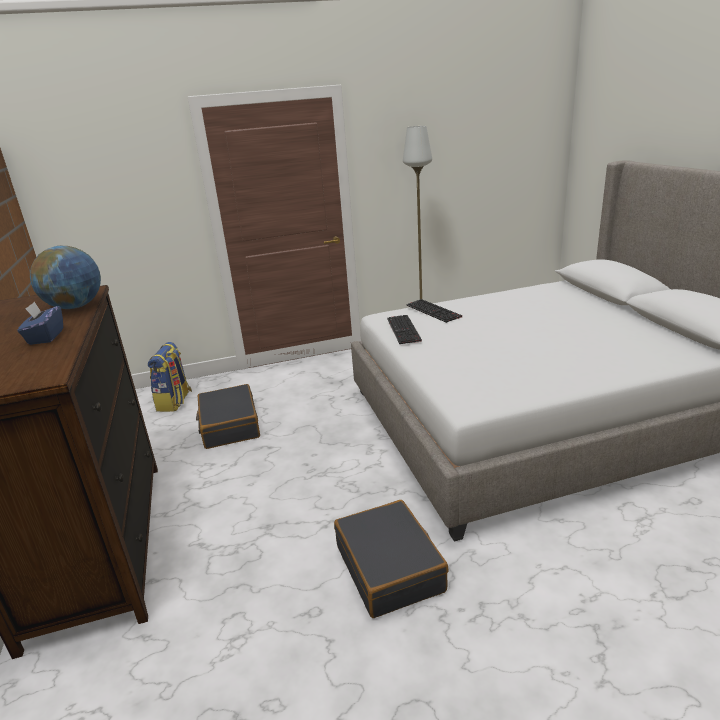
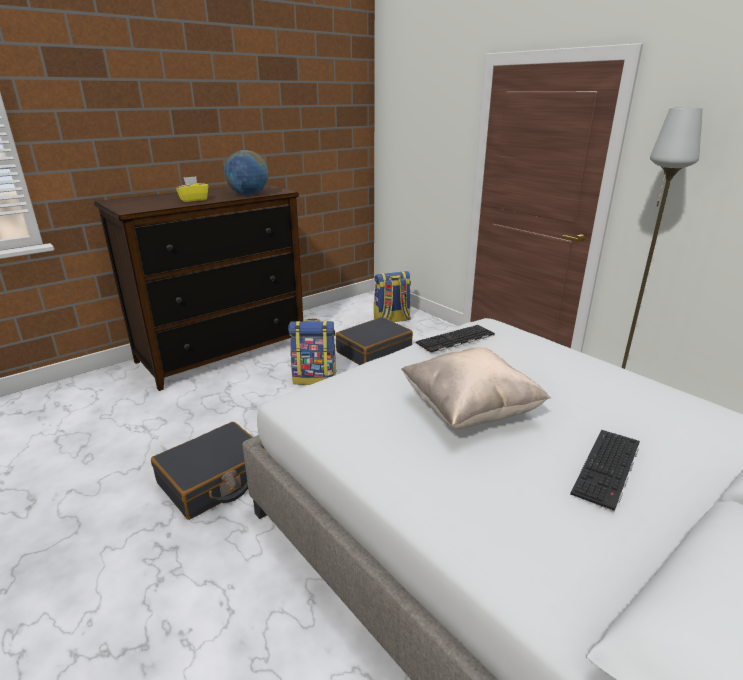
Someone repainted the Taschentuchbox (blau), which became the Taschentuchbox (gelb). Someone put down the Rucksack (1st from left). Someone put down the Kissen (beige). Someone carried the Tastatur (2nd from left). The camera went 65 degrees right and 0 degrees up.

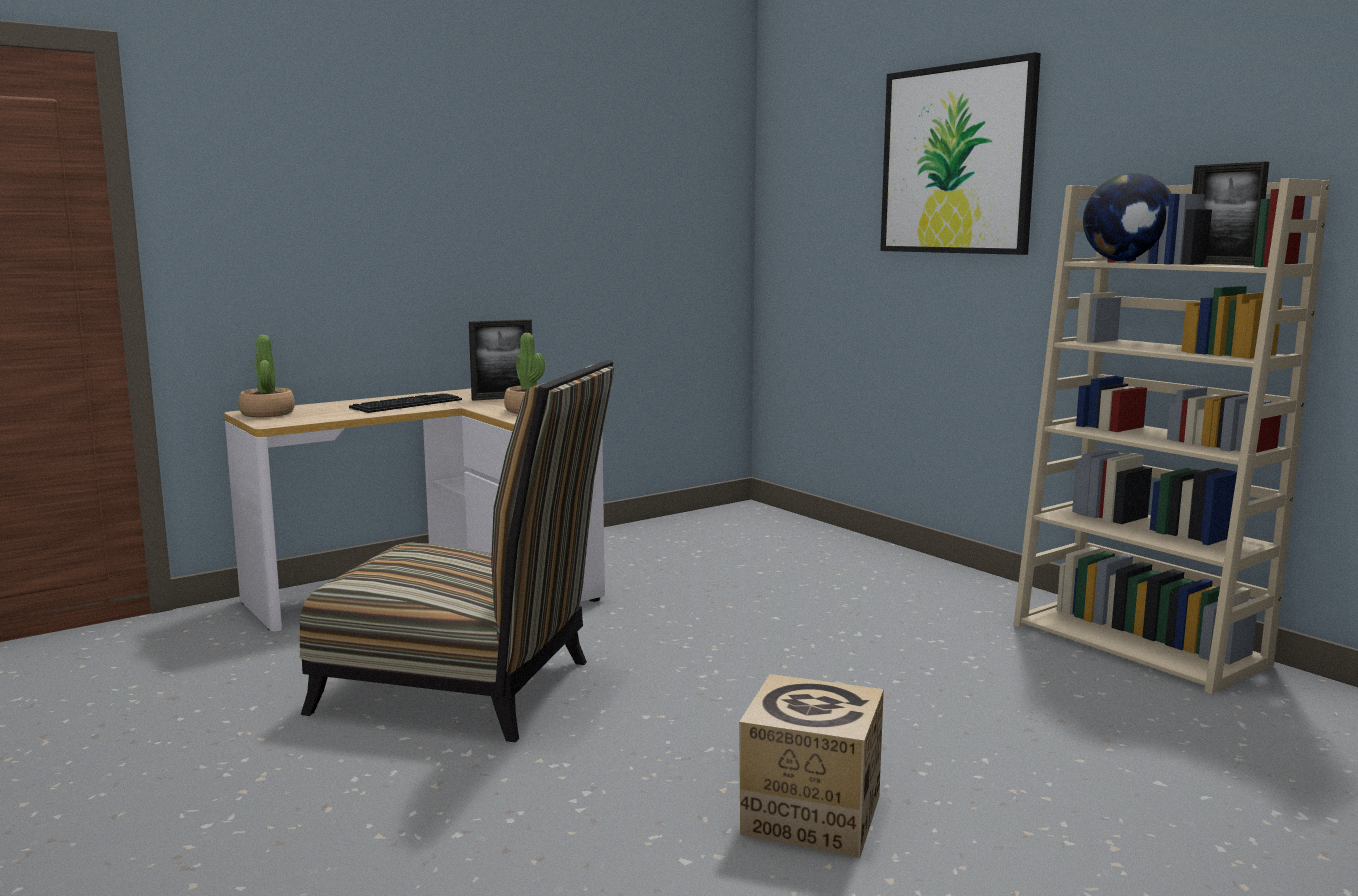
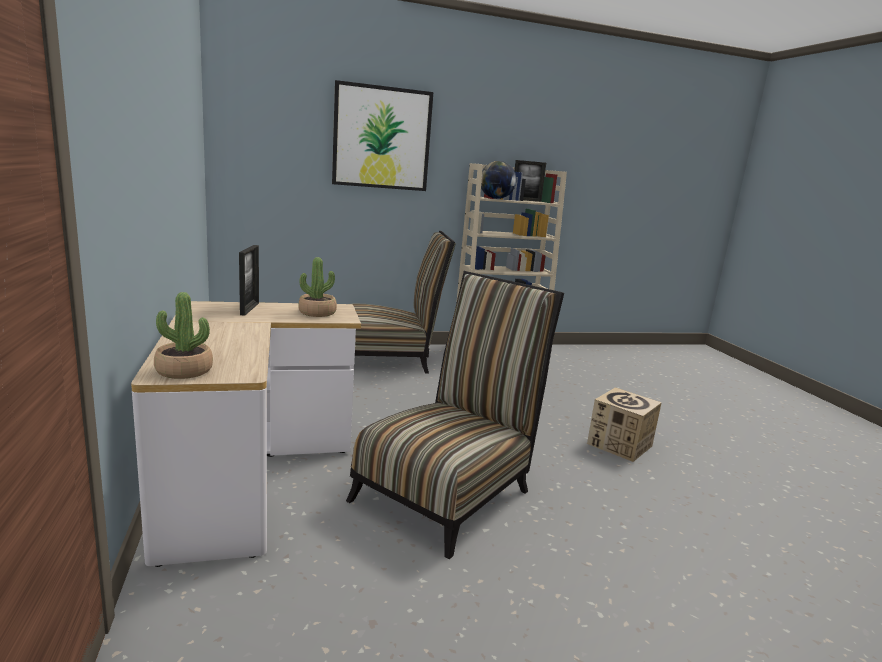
Someone put down the Stuhl (1st from left). Someone took away the Tastatur. The camera went 70 degrees left and 5 degrees up.

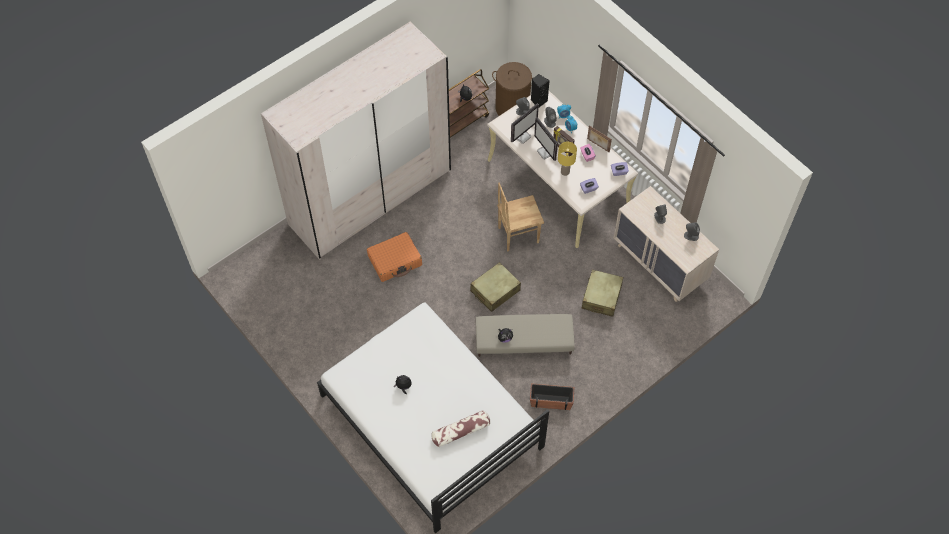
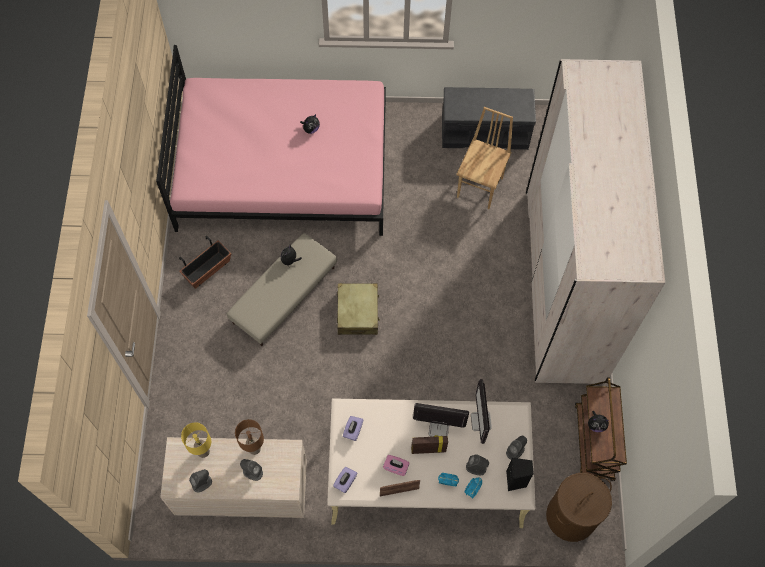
Someone repainted the Bett (weiß), which became the Bett (rosa). Someone carried the Tischlampe (gelb). Someone put down the Tischlampe (braun). Someone put down the Bank (grau). Someone carried the Stuhl (braun). Someone took away the Koffer (orange). Someone took away the Kissen. Someone took away the Koffer (beige) (2nd from left). The camera went 130 degrees right and 5 degrees up.

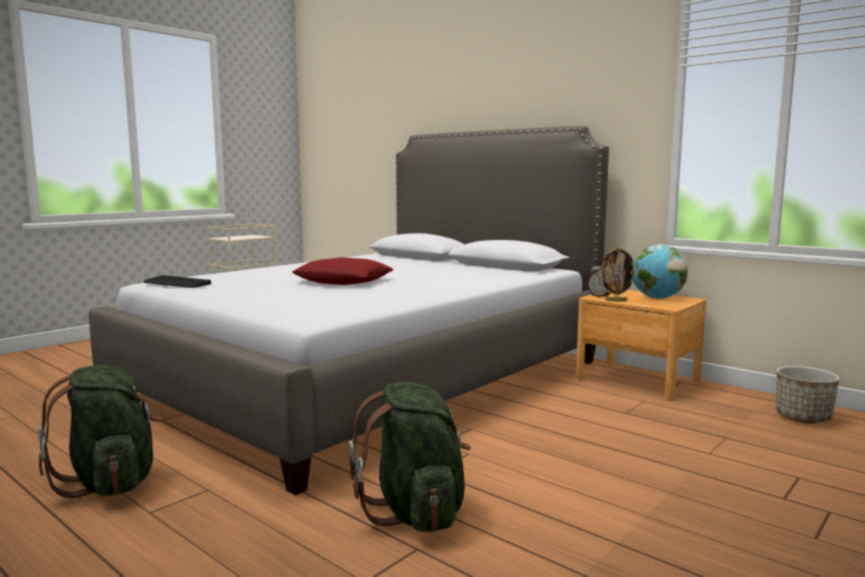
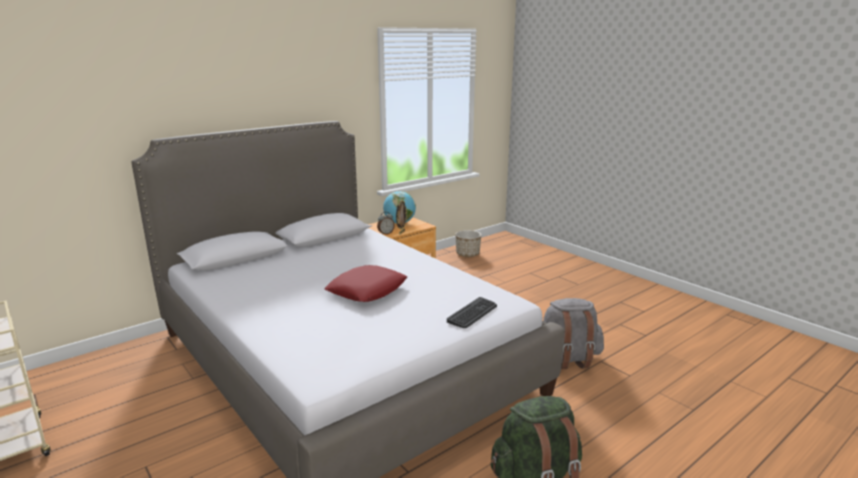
Someone carried the Tastatur. Someone repainted the Rucksack (grün) (2nd from left), which became the Rucksack (grau). The camera went 80 degrees left and 10 degrees up.

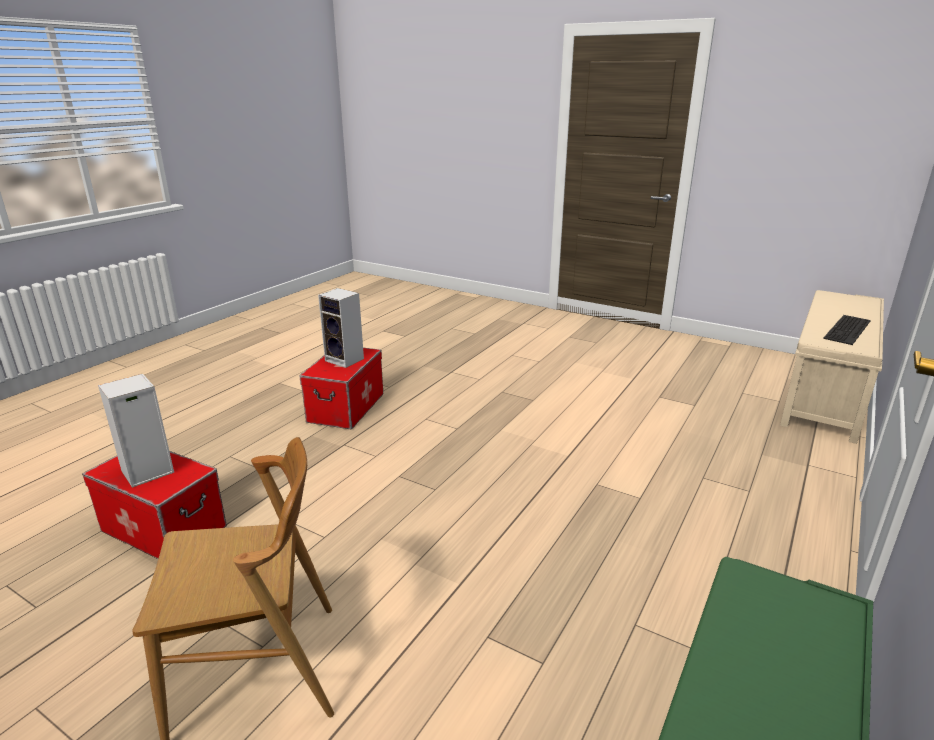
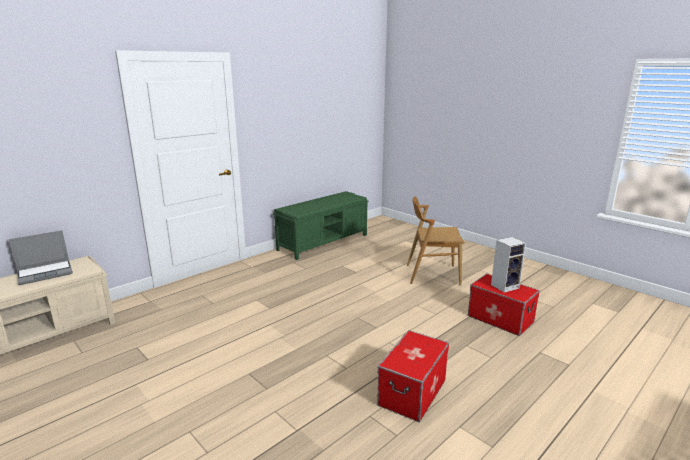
Someone swapped the Tastatur for the Laptop. Someone took away the Lautsprecher (2nd from left). The camera went 165 degrees left and 5 degrees down.

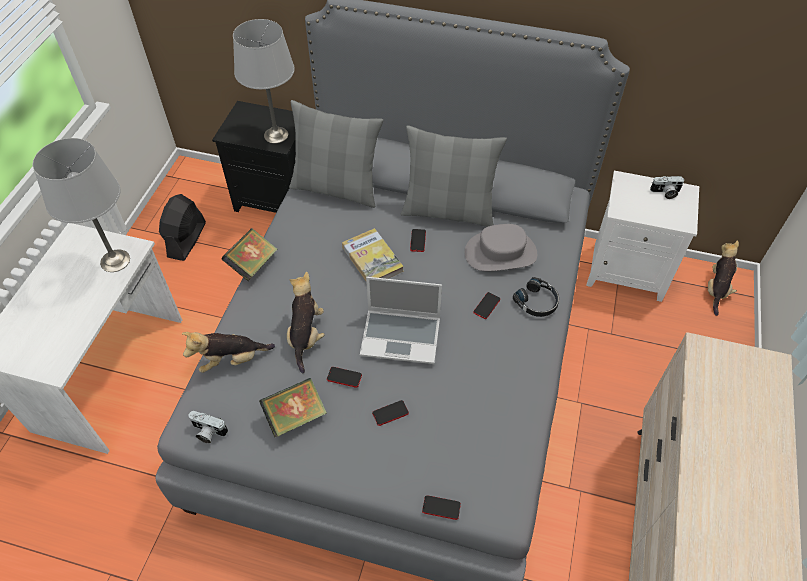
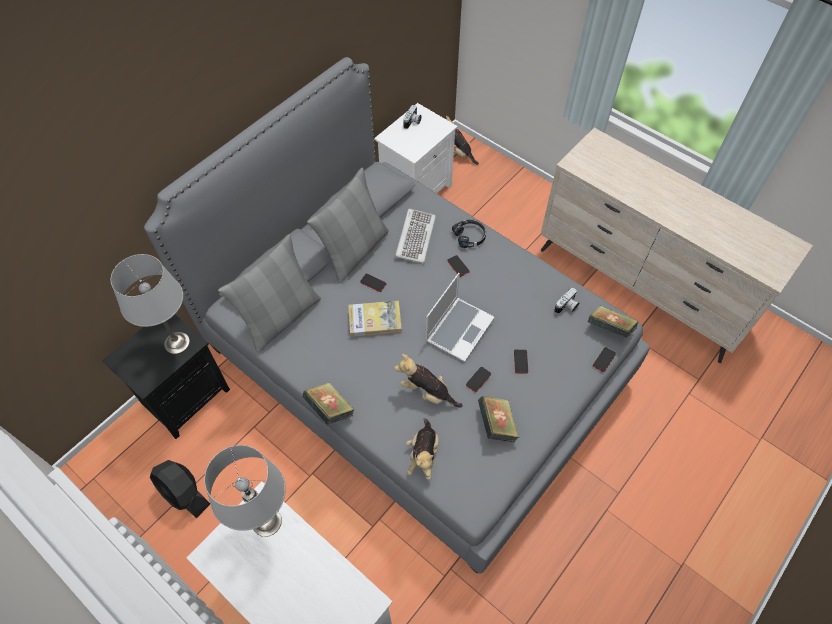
Someone swapped the Hut (grau) for the Tastatur. Someone carried the Kamera (1st from left in the first image). Someone put down the Buch (4th from left). The camera went 65 degrees left and 5 degrees up.

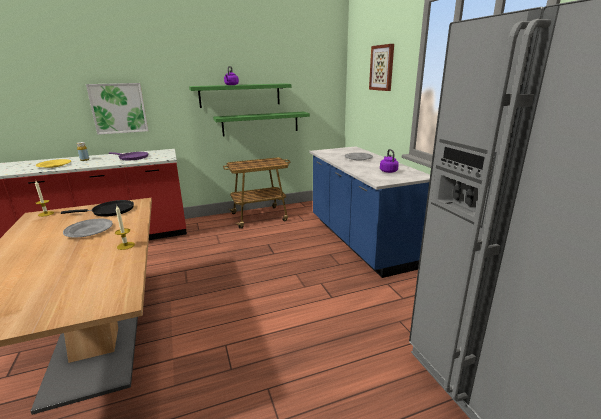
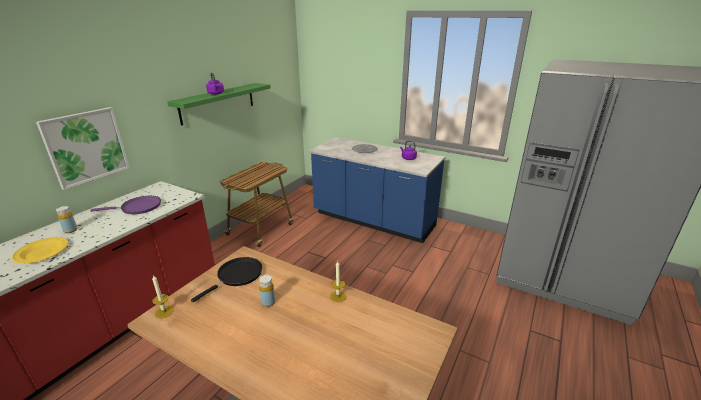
Someone swapped the Teller (grau) (1st from left) for the Flasche (gelb) (2nd from left). Someone took away the Wandregal (grün) (2nd from left). Someone took away the Bild (2nd from left). The camera went 40 degrees left and 5 degrees up.

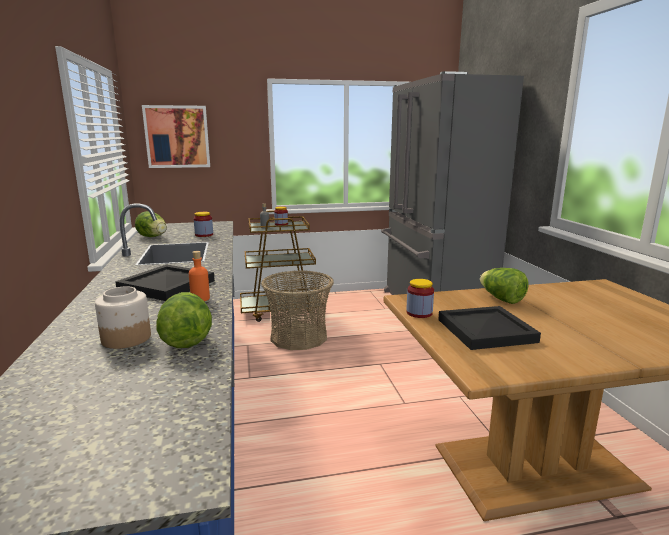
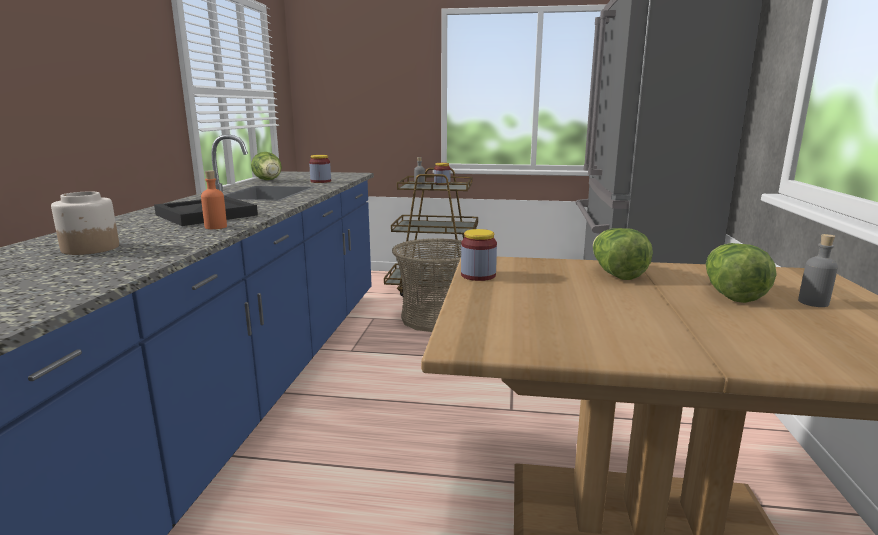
Someone carried the Salatkopf (2nd from left in the first image). Someone put down the Flasche (grau) (2nd from left). Someone took away the Bild. Someone took away the Tablett (schwarz) (2nd from left). The camera went 20 degrees right and 0 degrees up.

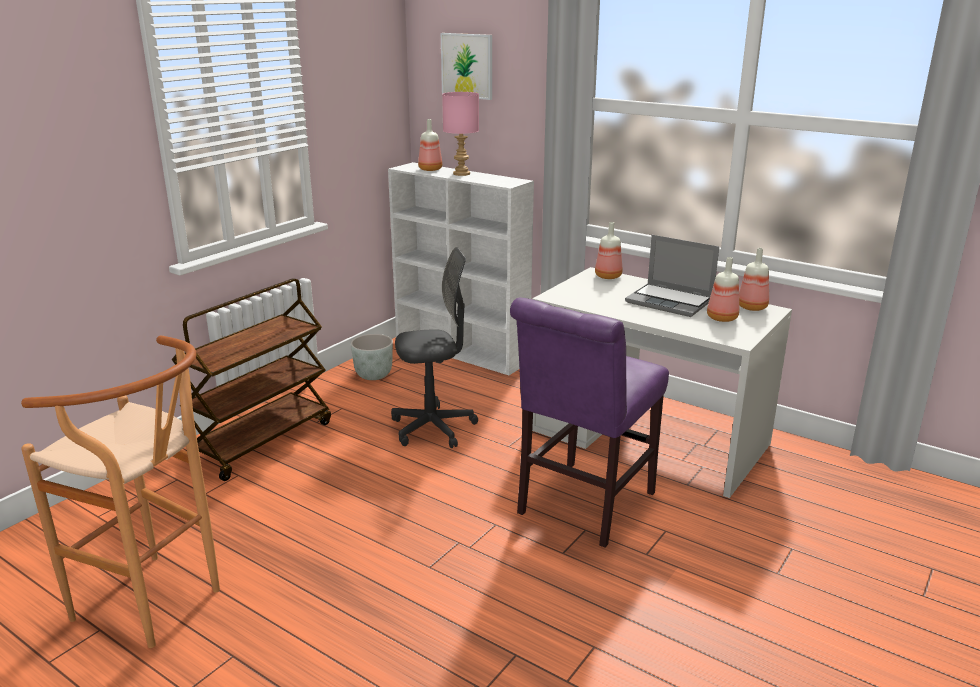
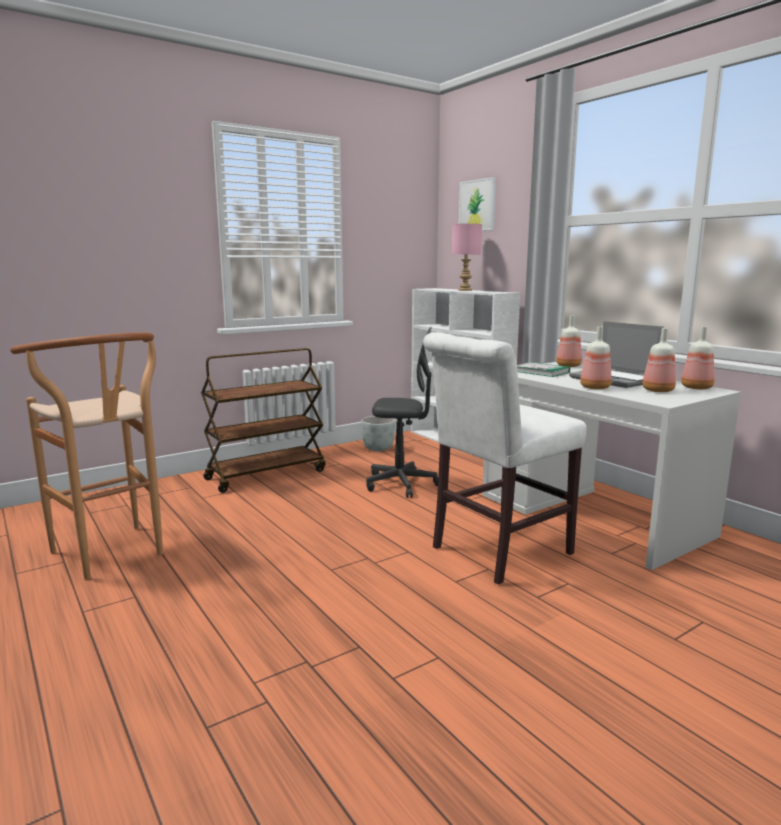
Someone repainted the Stuhl (lila), which became the Stuhl (weiß). Someone put down the Buch. Someone carried the Flasche (1st from left in the first image). The camera went 20 degrees right and 10 degrees down.

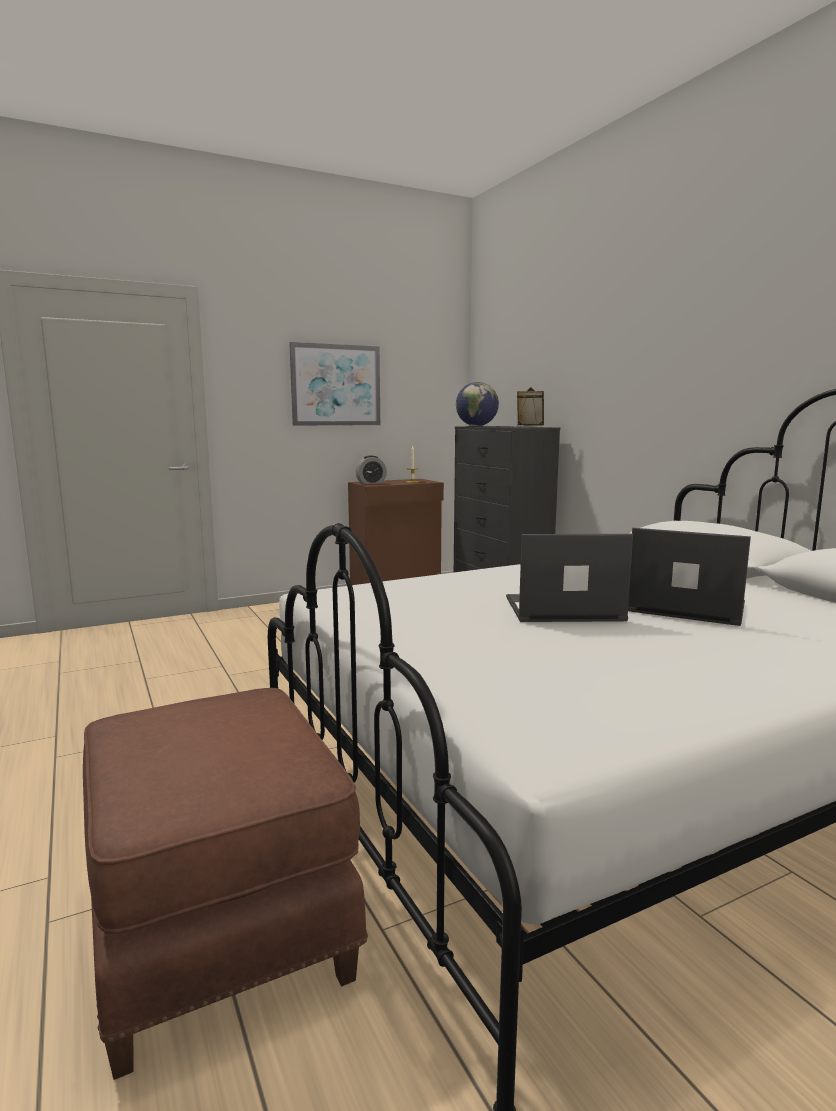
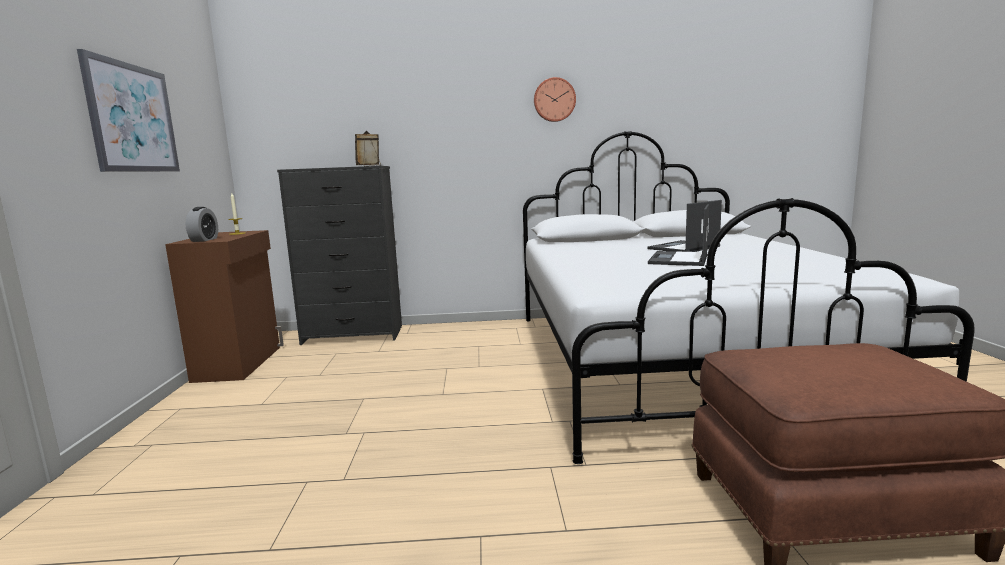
Someone put up the Wanduhr. Someone took away the Globus. The camera went 65 degrees left and 0 degrees up.

